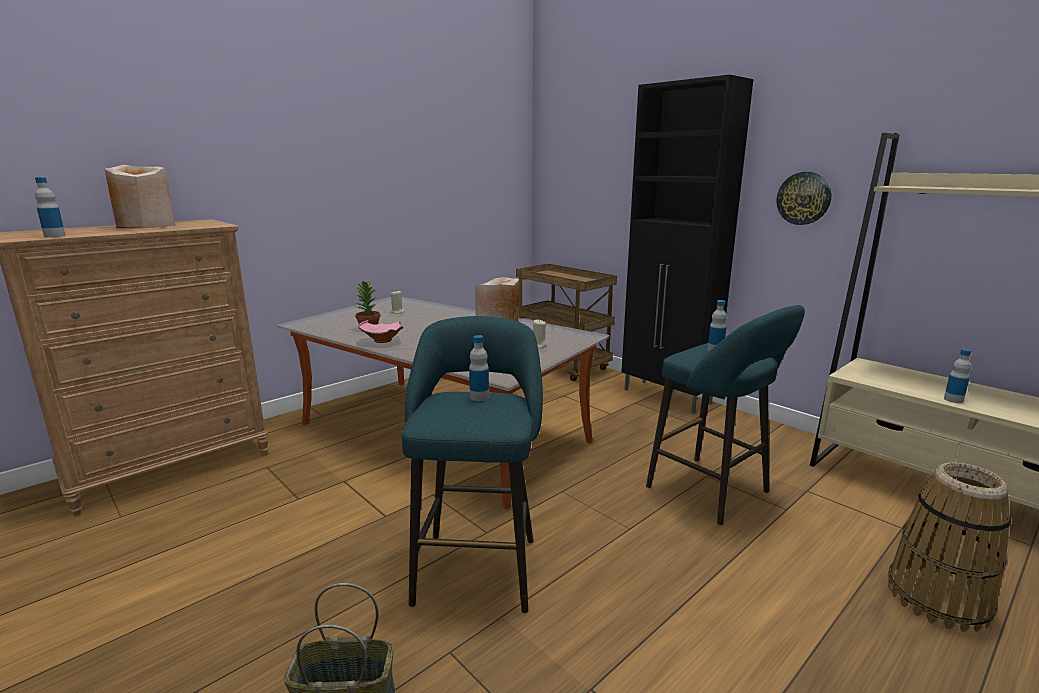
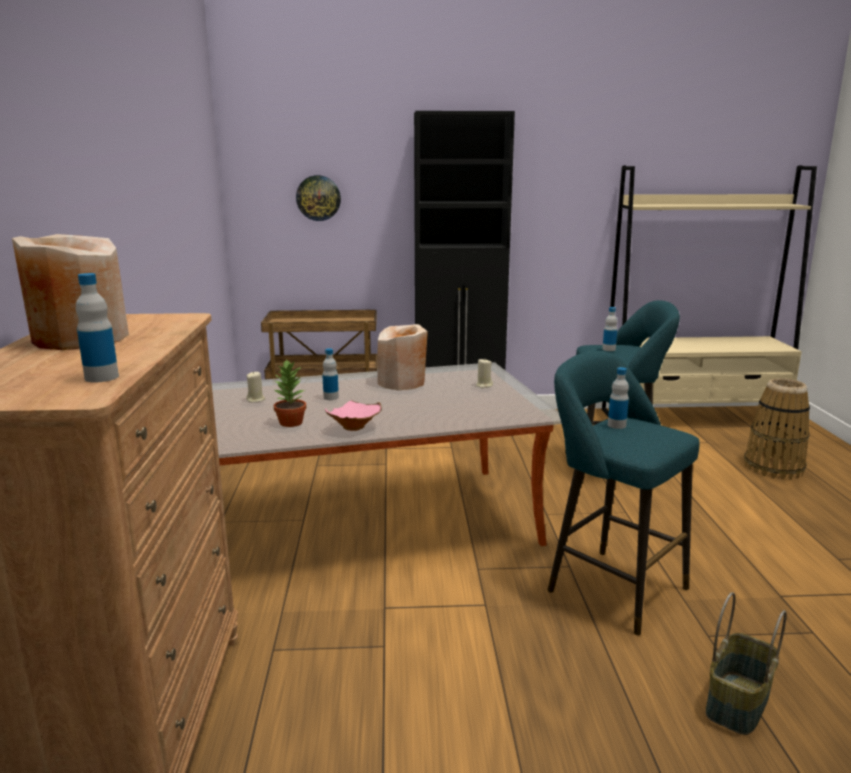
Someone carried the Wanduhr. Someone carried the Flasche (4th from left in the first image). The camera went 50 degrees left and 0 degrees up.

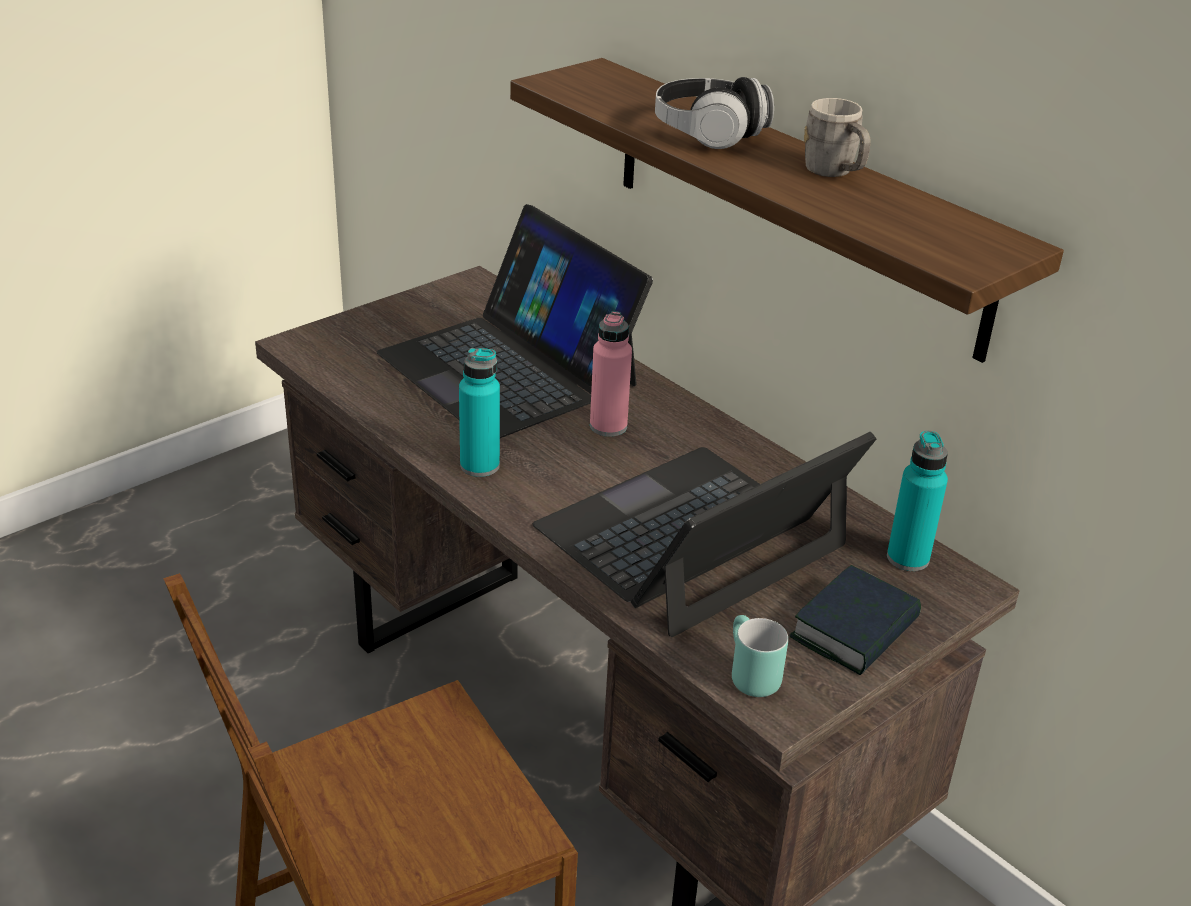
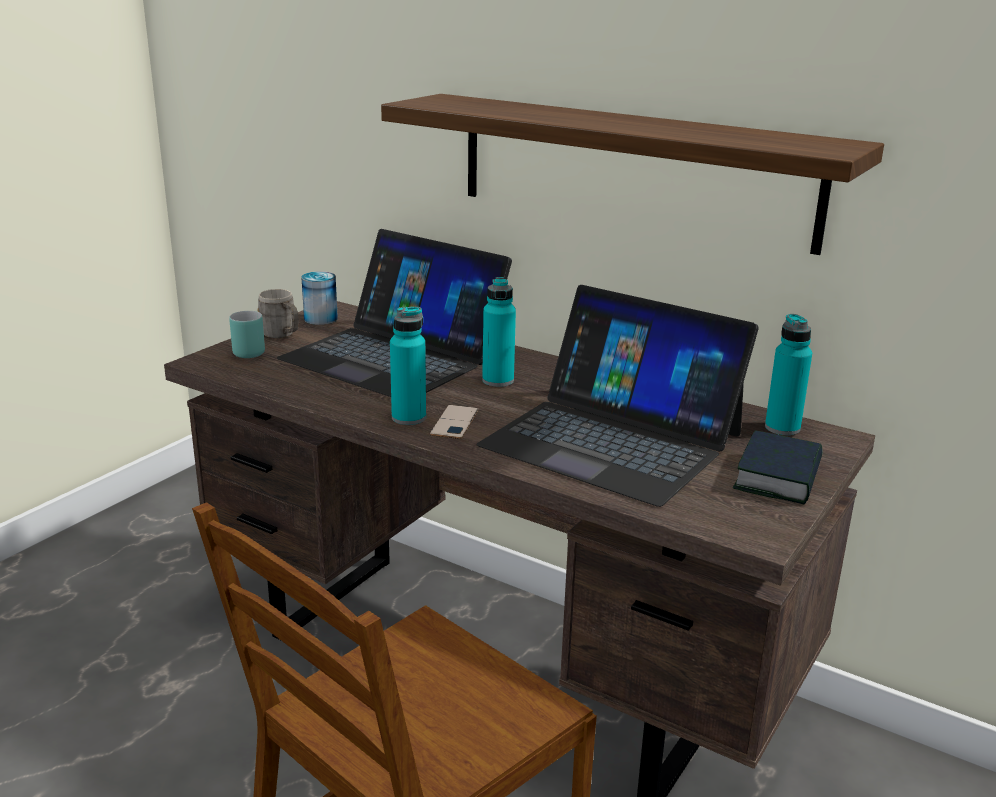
Someone carried the Henkelbecher (türkis). Someone carried the Henkelbecher (grau). Someone put down the Dose. Someone put down the Handy. Someone rotated the Laptop (2nd from left) by 90 degrees counterclockwise. Someone repainted the Flasche (rosa), which became the Flasche (türkis) (2nd from left). Someone took away the Kopfhörer. The camera went 15 degrees left and 10 degrees down.

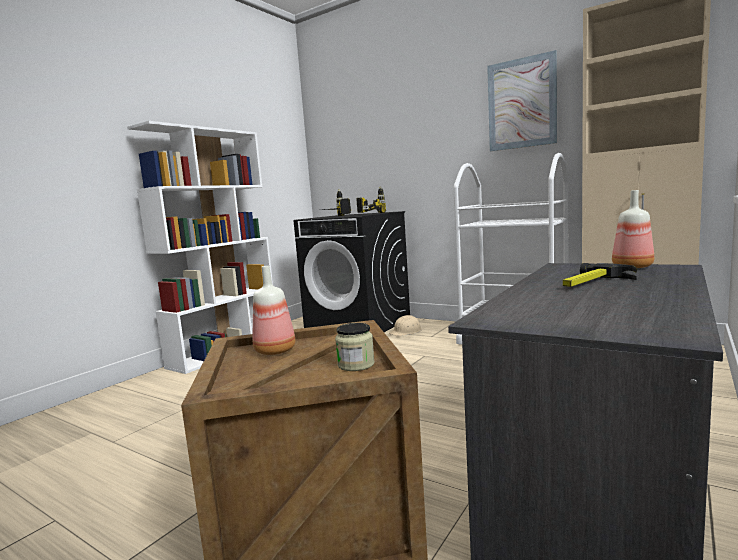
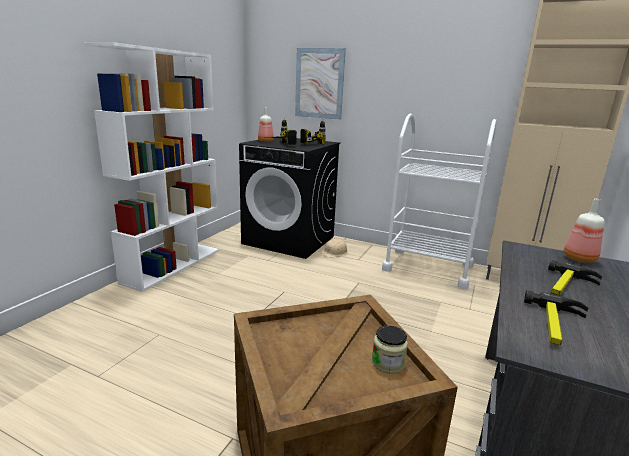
Someone carried the Flasche (1st from left). Someone carried the Bild. Someone put down the Hammer (1st from left). The camera went 10 degrees left and 10 degrees up.

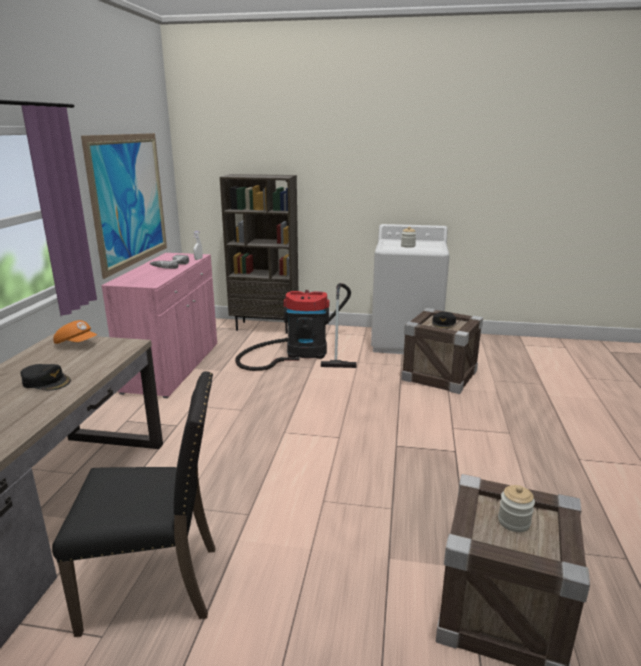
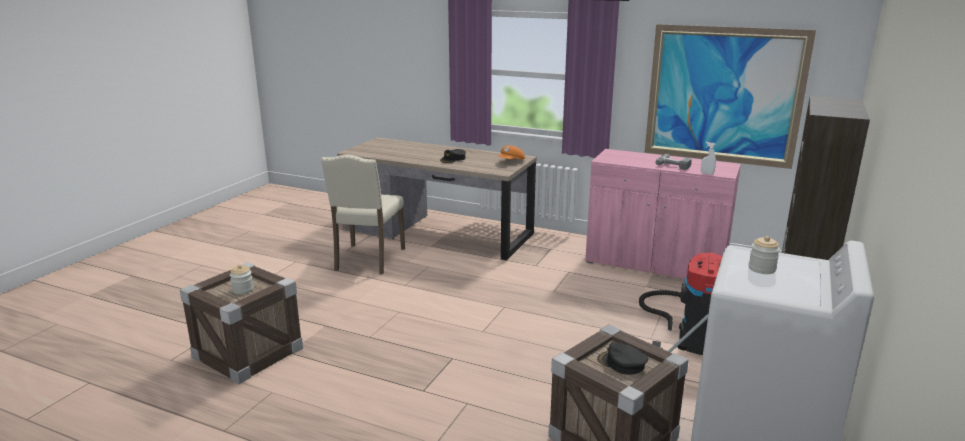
Someone repainted the Stuhl (schwarz), which became the Stuhl (beige). The camera went 105 degrees right and 0 degrees up.

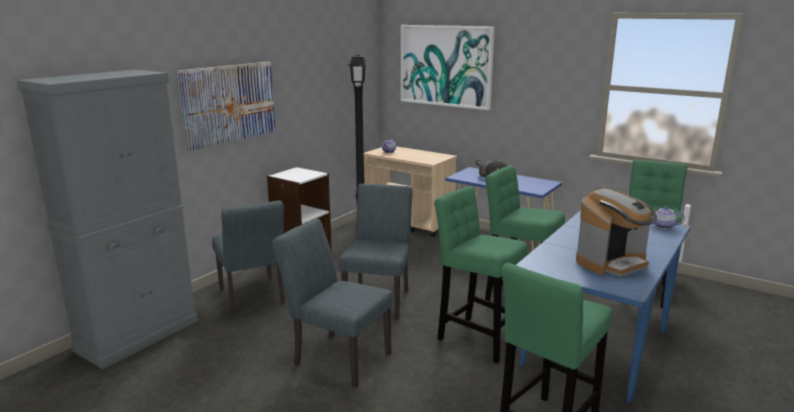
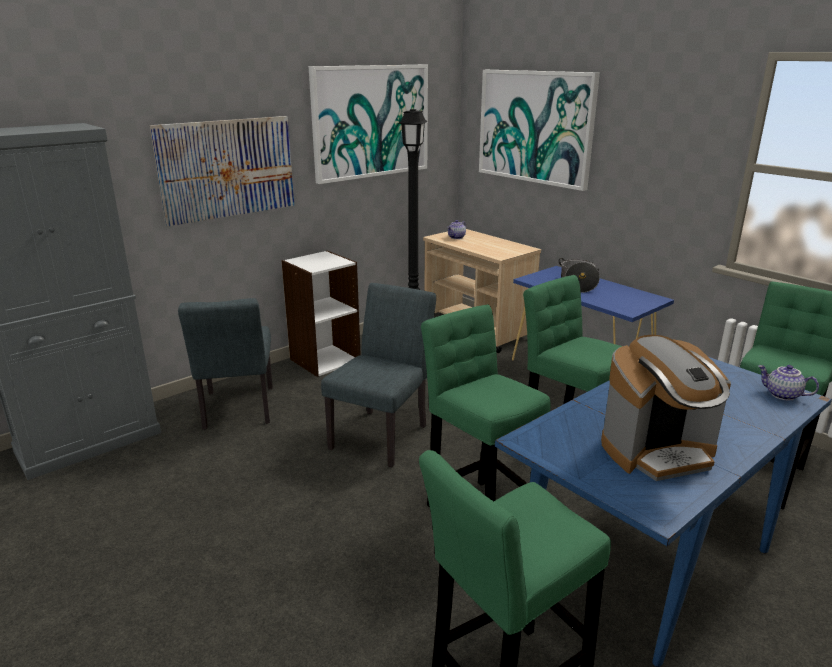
Someone put up the Bild (2nd from left). Someone took away the Stuhl (grau) (2nd from left). The camera went 15 degrees right and 5 degrees up.

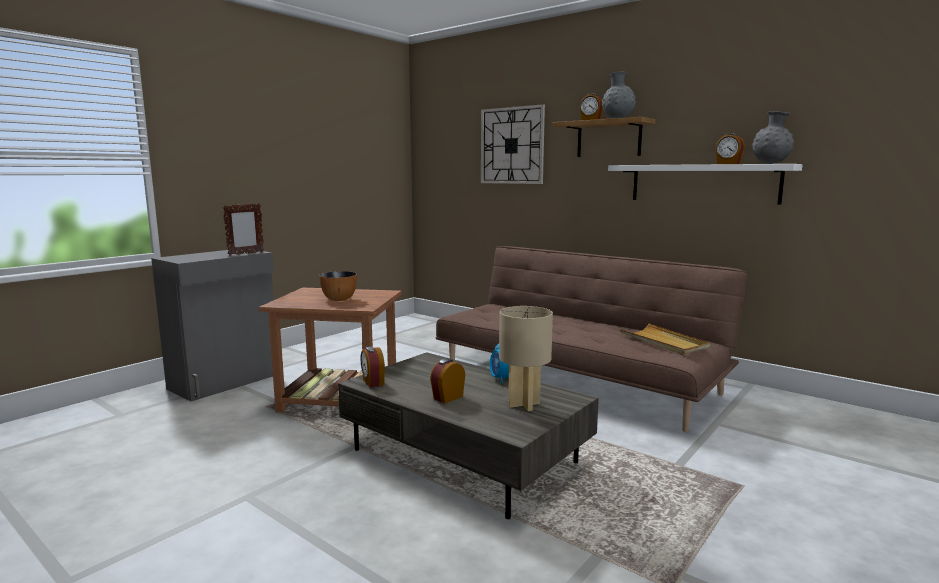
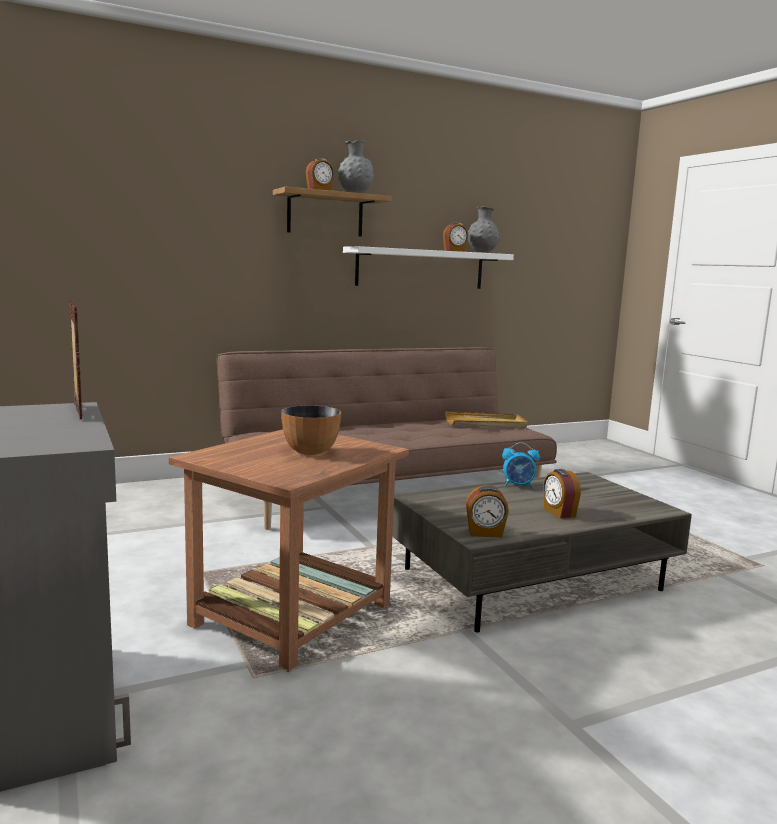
Someone took away the Wanduhr. Someone took away the Tischlampe (beige). The camera went 65 degrees left and 0 degrees up.

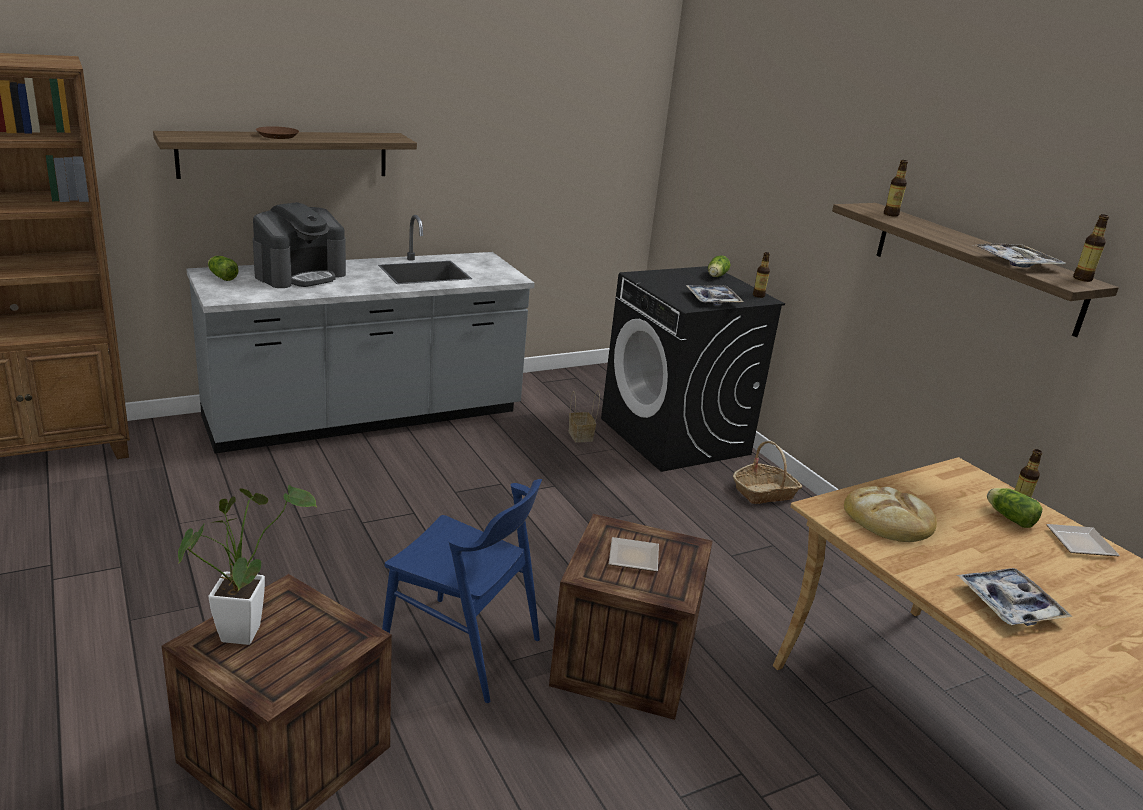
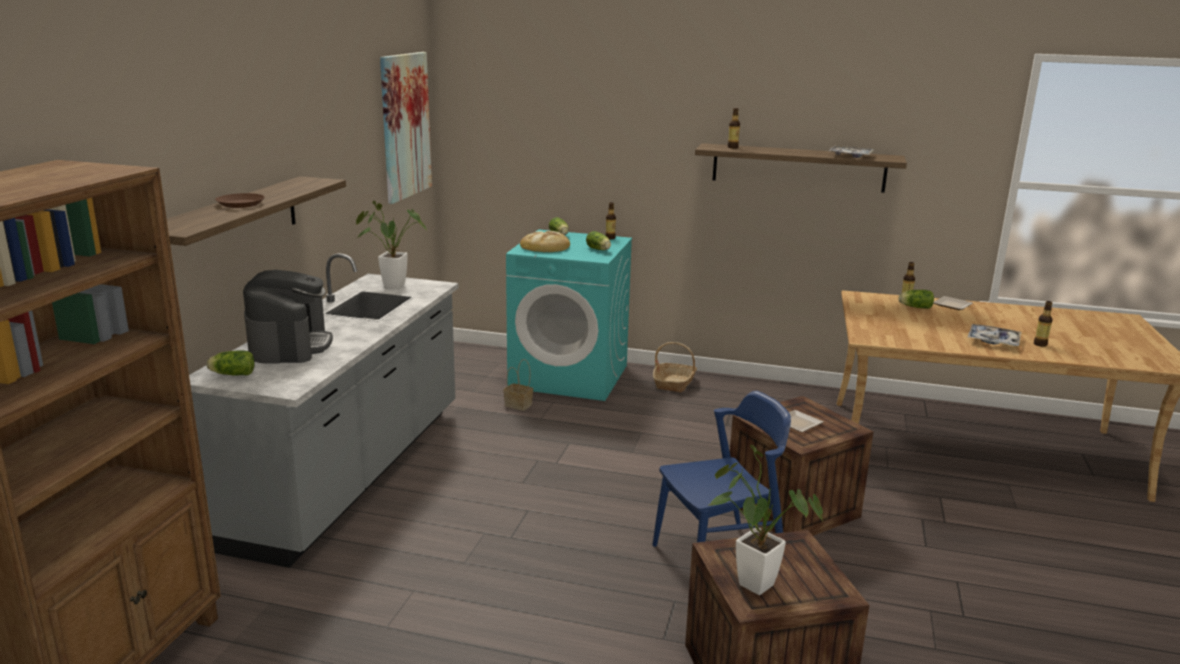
Someone put down the Topfpflanze (1st from left). Someone put up the Bild. Someone repainted the Waschmaschine (schwarz), which became the Waschmaschine (türkis). Someone carried the Brot. Someone swapped the Tablett (1st from left) for the Salatkopf (3rd from left). Someone carried the Flasche (4th from left). The camera went 45 degrees left and 5 degrees down.

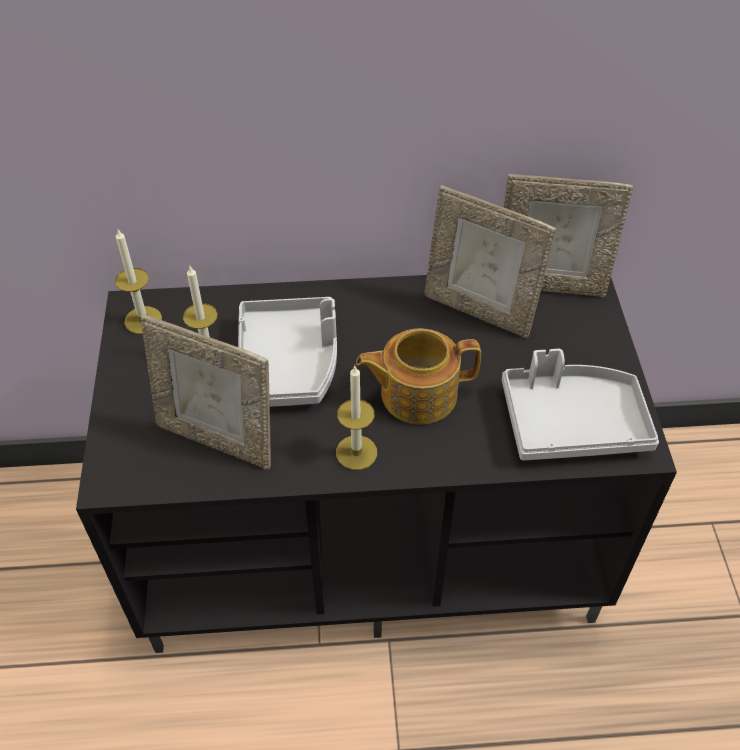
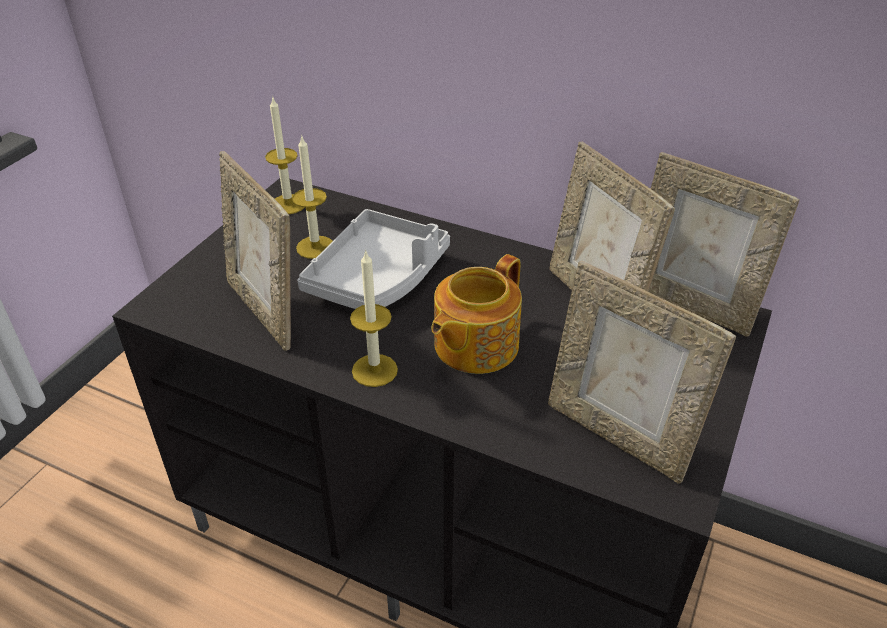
Someone rotated the Teekanne by 75 degrees counterclockwise. Someone swapped the Tablett (grau) (2nd from left) for the Bilderrahmen (3rd from left). The camera went 30 degrees right and 10 degrees down.

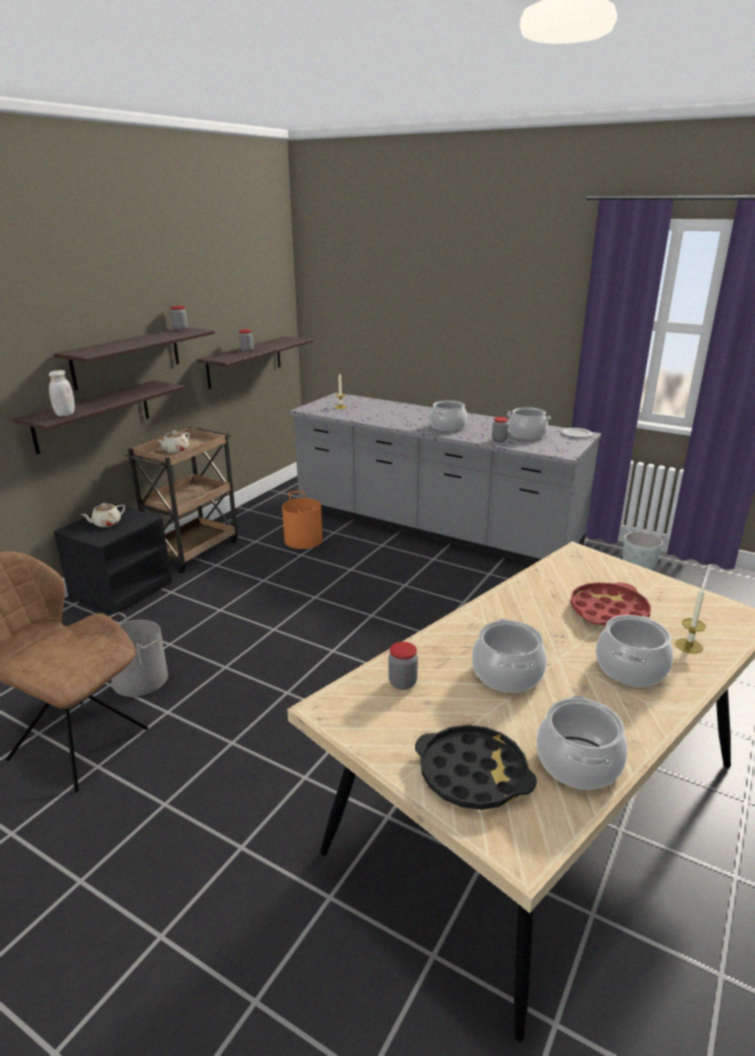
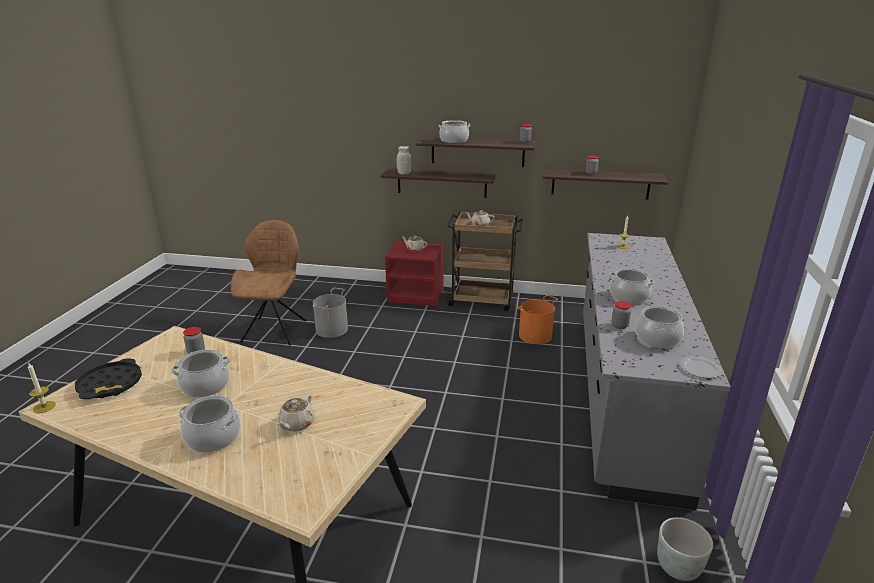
Someone carried the Kerze (2nd from left in the first image). Someone swapped the Tablett (rot) for the Teekanne (beige) (1st from left). Someone repainted the Nachttisch (schwarz), which became the Nachttisch (rot). Someone carried the Kochtopf (4th from left in the first image). The camera went 70 degrees right and 0 degrees up.

